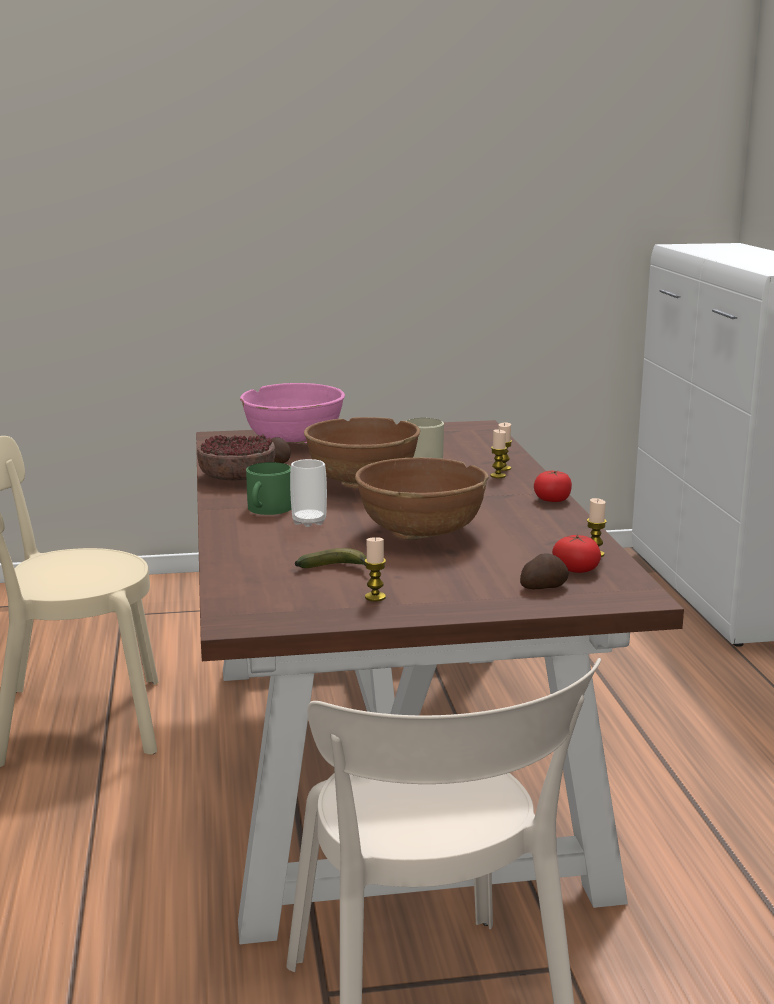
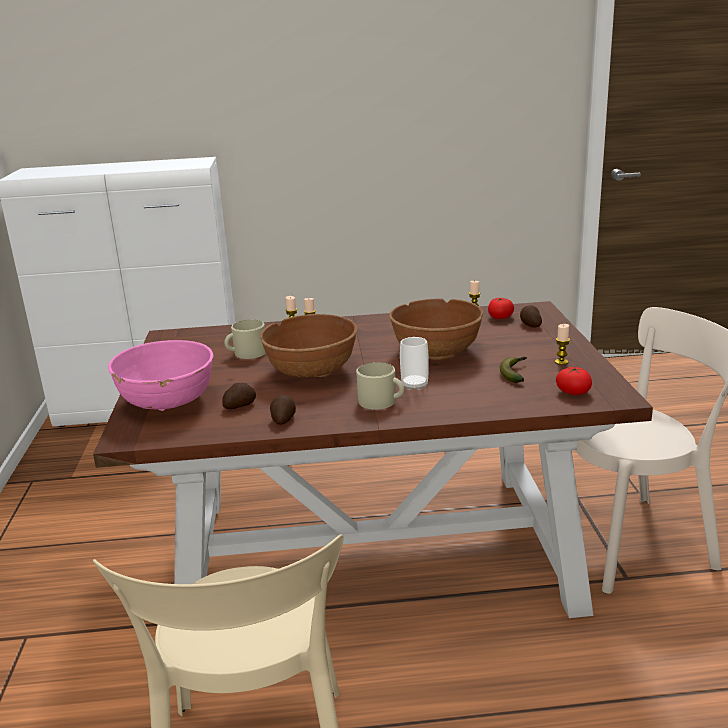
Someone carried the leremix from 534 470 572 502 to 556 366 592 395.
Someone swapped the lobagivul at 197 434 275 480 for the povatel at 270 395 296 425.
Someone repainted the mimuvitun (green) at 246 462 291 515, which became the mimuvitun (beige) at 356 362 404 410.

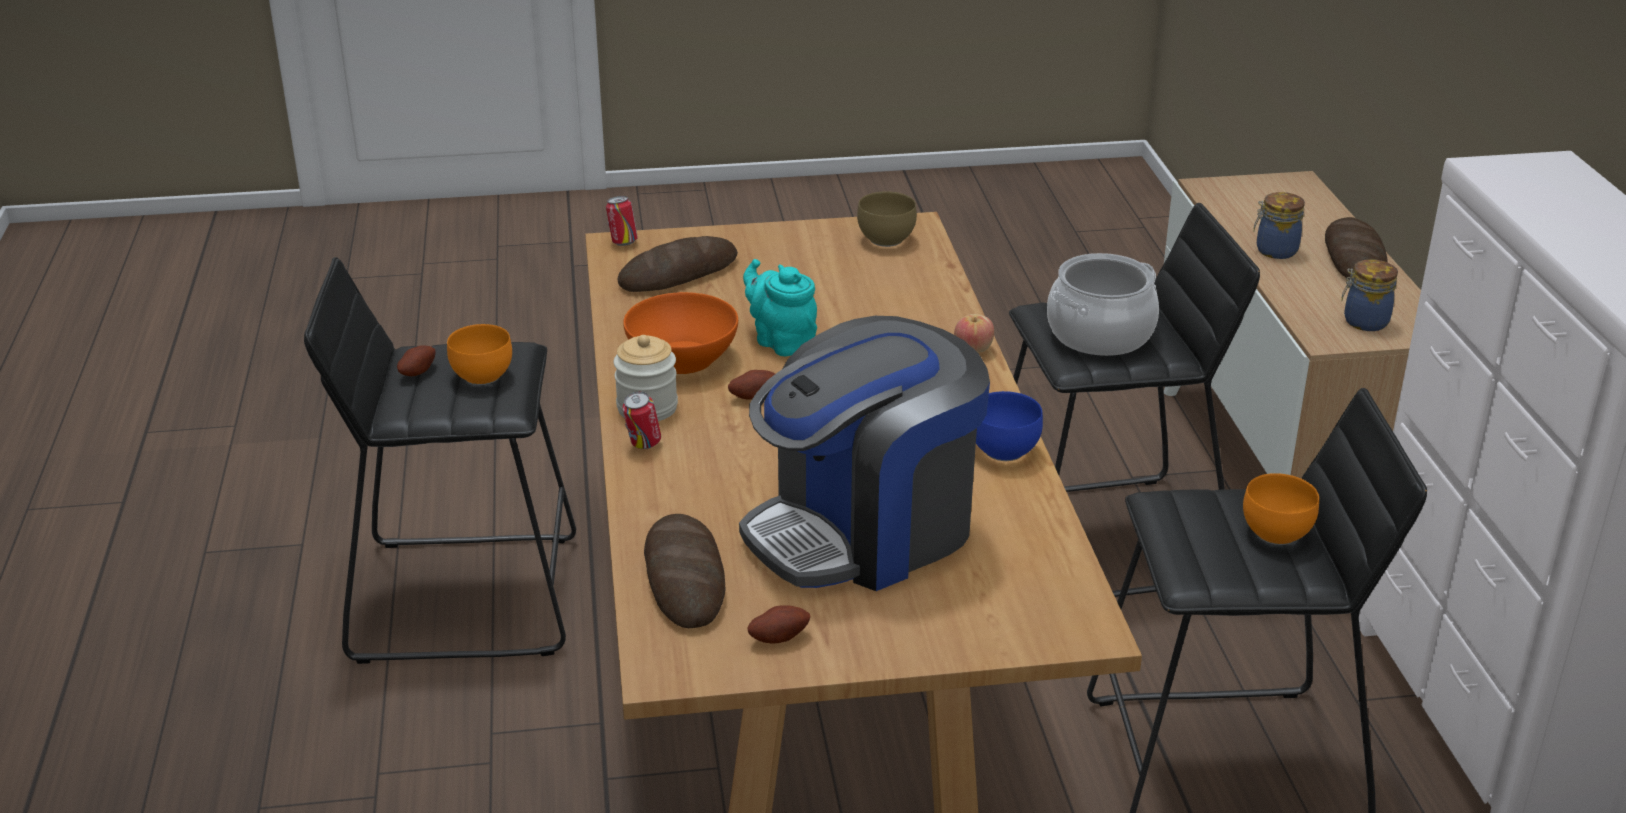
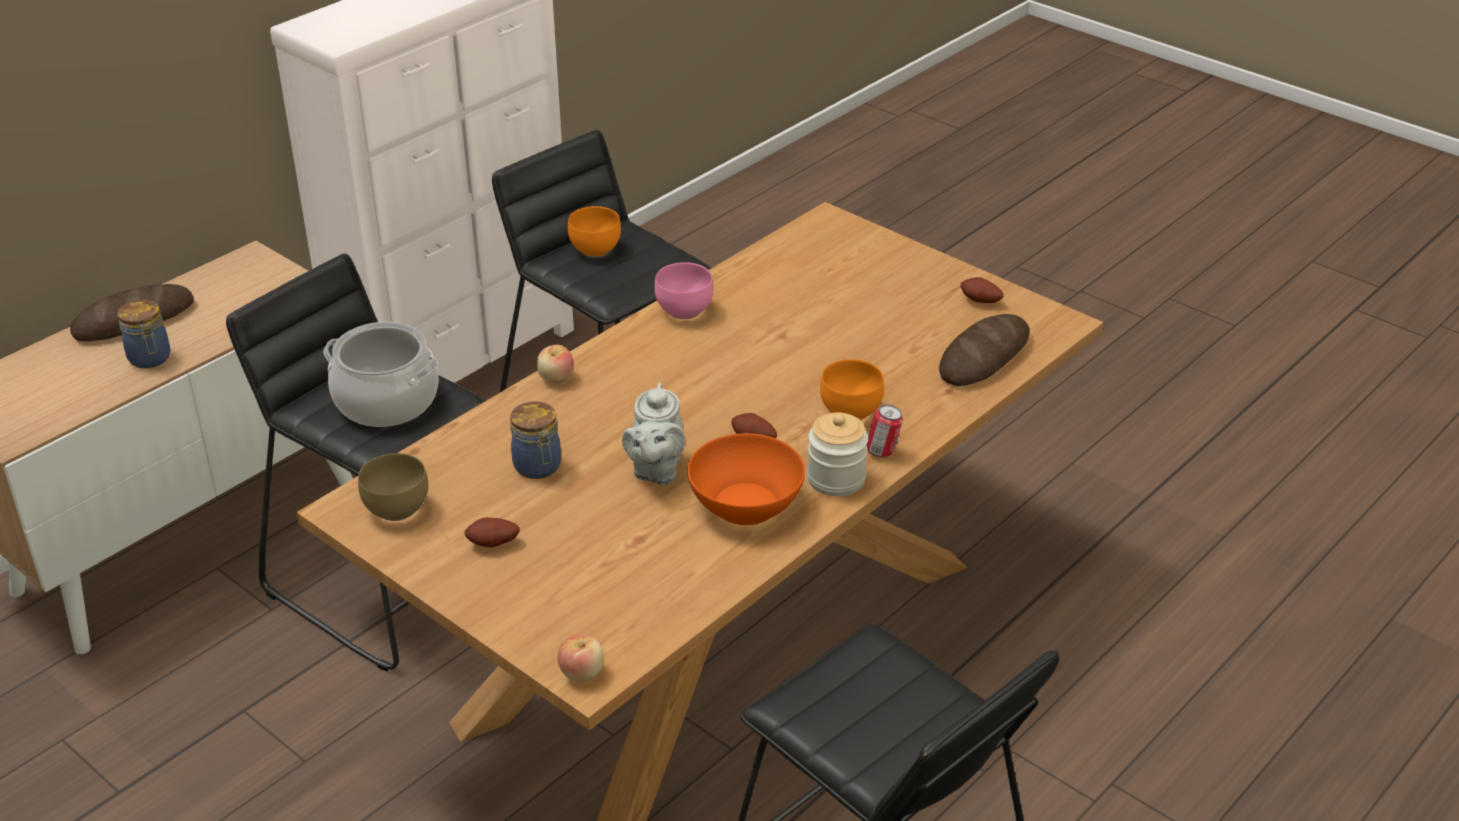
Someone took away the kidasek at 617 236 738 292.
Someone took away the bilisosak at 739 316 990 591.
Someone carried the povatel from 397 345 435 376 to 464 517 520 547.
Someone carried the lobagivul (orange) from 447 324 512 385 to 820 359 884 420.
Someone carried the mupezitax from 1341 259 1398 331 to 510 402 561 479.
Someone swapped the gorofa at 606 196 638 246 for the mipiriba at 558 635 604 682.
Someone repainted the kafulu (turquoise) at 743 259 817 356, which became the kafulu (grey) at 622 383 685 485.
Someone repainted the lobagivul (blue) at 976 391 1043 461, which became the lobagivul (pink) at 655 262 714 319.

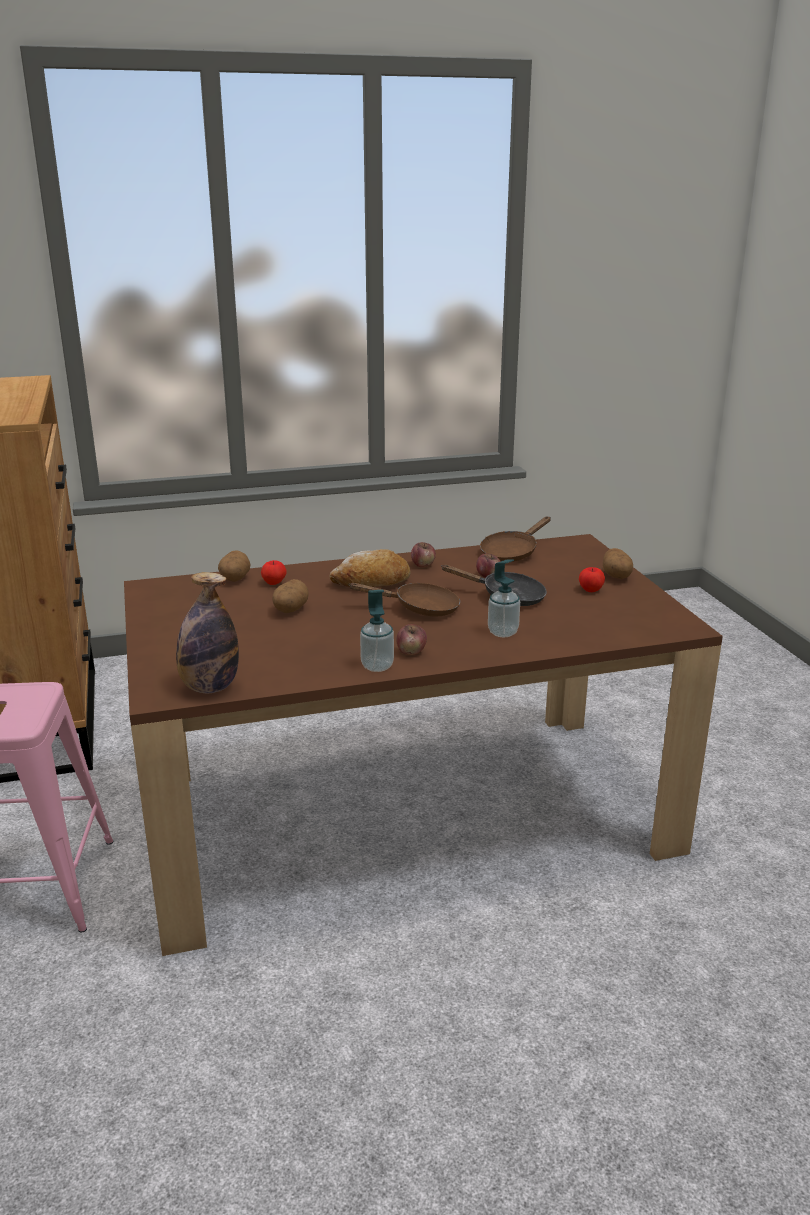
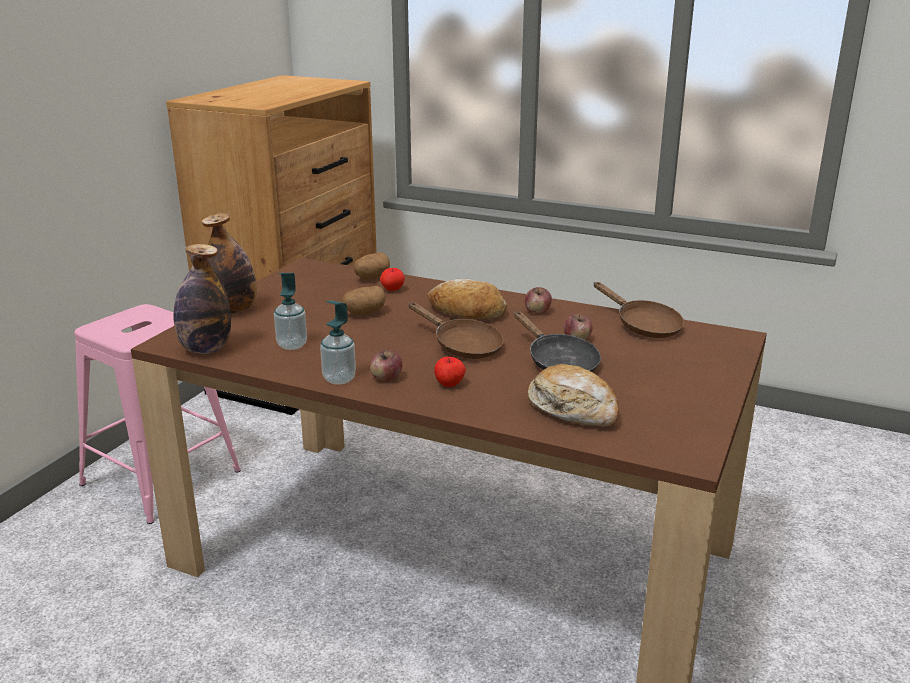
Someone took away the povatel at 603 548 633 579.
Someone put down the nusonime at 202 213 257 314.
Someone put down the kidasek at 528 364 619 426.
Someone carried the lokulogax from 488 559 520 637 to 274 273 307 350.
Someone carried the mipiriba from 579 567 605 592 to 434 357 466 387.
Someone rotated the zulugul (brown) at 480 517 551 562 by 120 degrees counterclockwise.

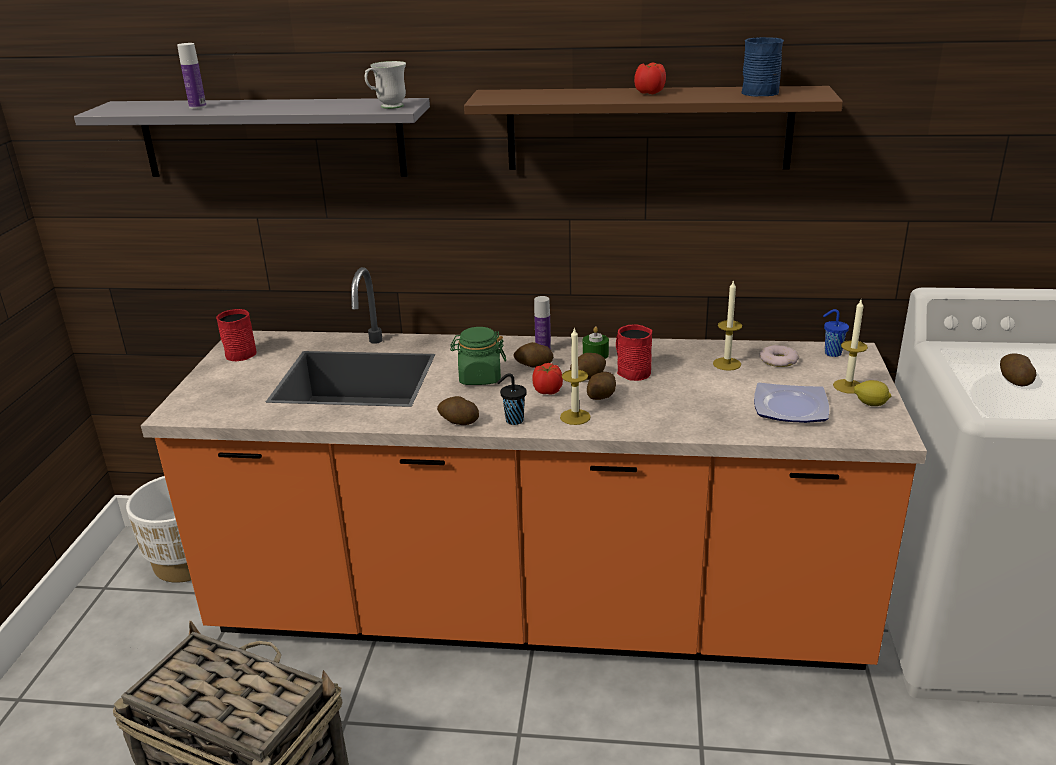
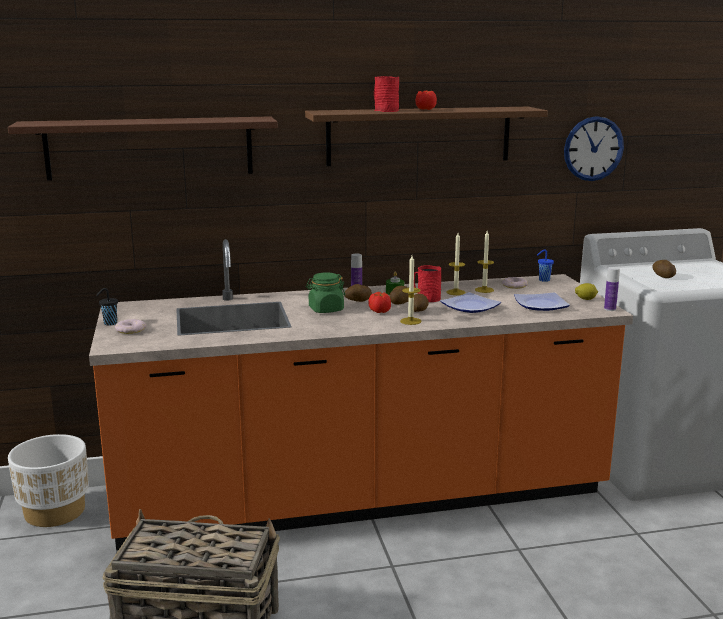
Someone took away the mimuvitun (white) at 365 61 406 109.
Someone took away the povatel at 437 396 479 425.
Someone took away the mimuvitun (blue) at 741 37 784 96.
Someone put down the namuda at 115 319 146 334.
Someone put down the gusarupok at 440 292 501 313.
Someone put up the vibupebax at 564 116 624 181.
Someone carried the nusonime from 177 43 207 109 to 604 267 620 311.
Someone carried the mimuvitun (red) from 216 309 256 361 to 374 76 399 112.
Someone carried the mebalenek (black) from 497 373 527 425 to 96 288 118 326.
Someone carried the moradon from 833 300 868 394 to 446 233 466 295.
Someone repainted the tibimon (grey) at 74 98 430 177, which became the tibimon (brown) at 8 116 278 181.

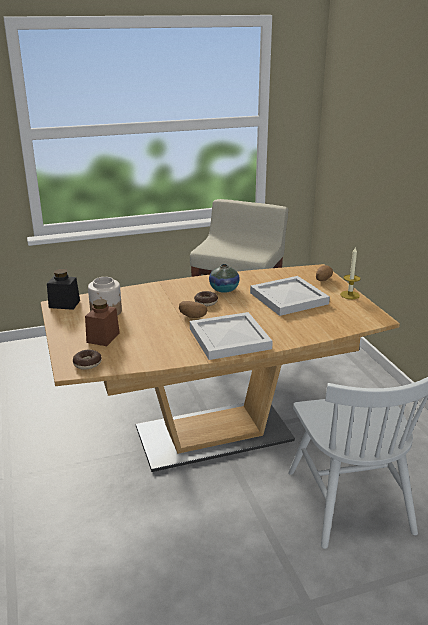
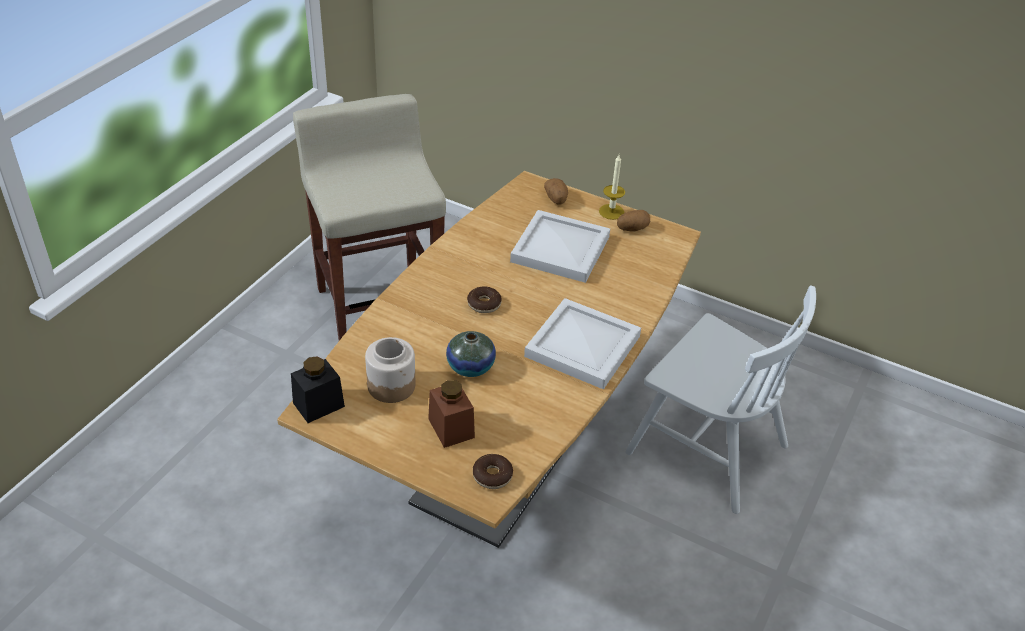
Someone carried the povatel from 179 301 207 318 to 617 210 650 232.
Someone carried the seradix from 209 264 240 293 to 446 331 496 377.

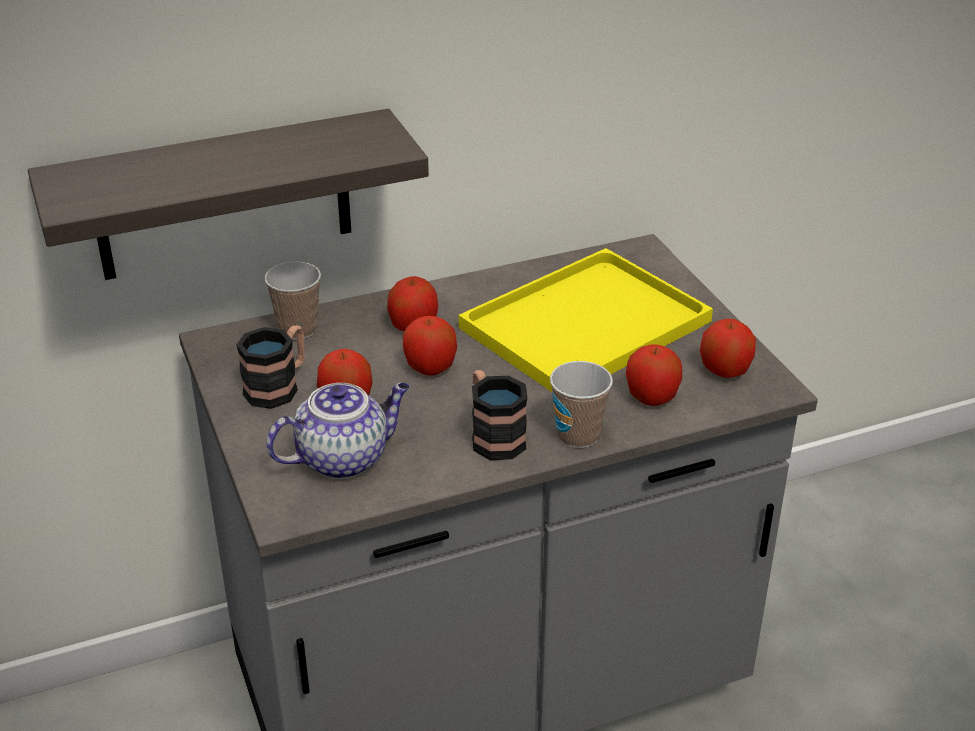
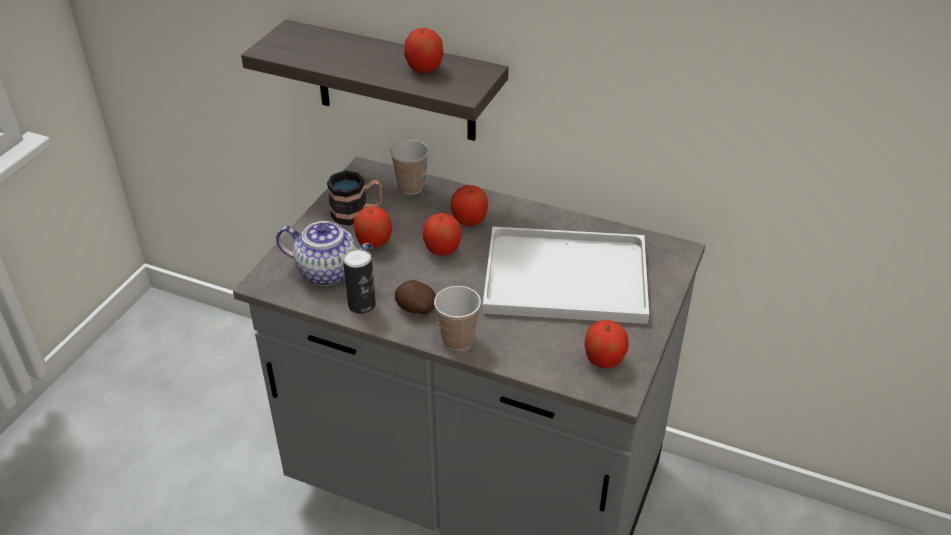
Someone put down the gorofa at 343 248 376 314.
Someone carried the mipiriba from 626 345 682 406 to 404 28 444 74.
Someone swapped the mimuvitun at 472 370 528 460 for the povatel at 395 280 436 315.
Someone repainted the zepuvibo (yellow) at 459 248 713 392, which became the zepuvibo (white) at 483 227 649 324.

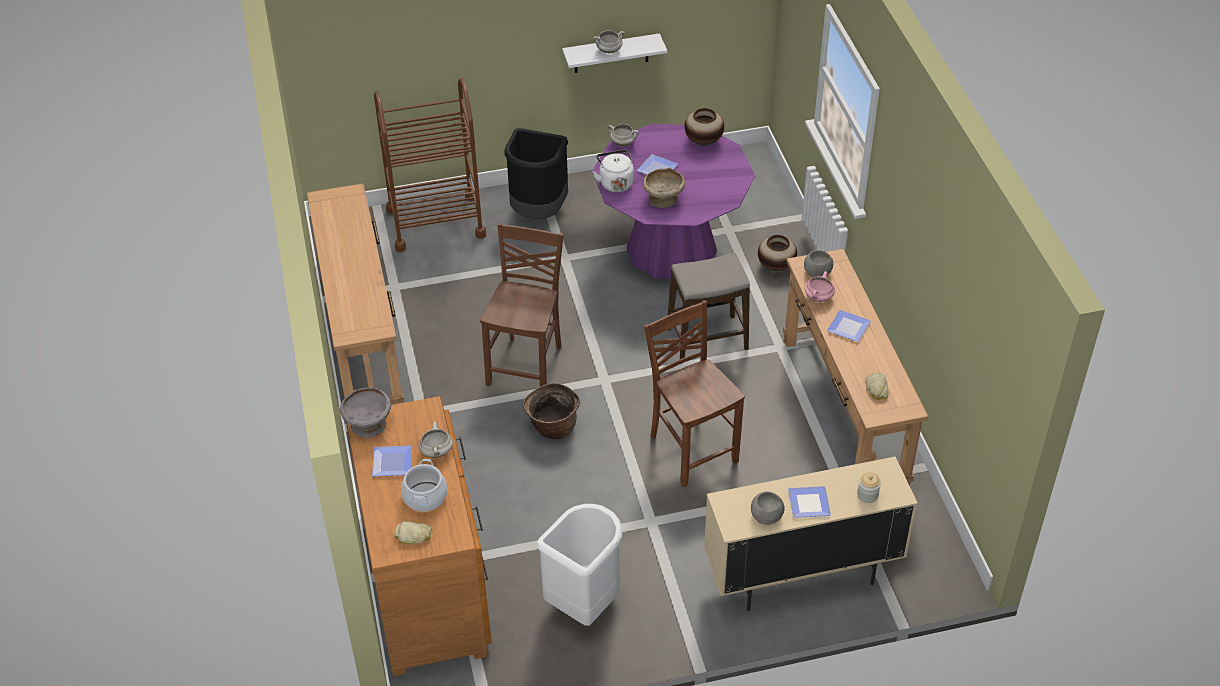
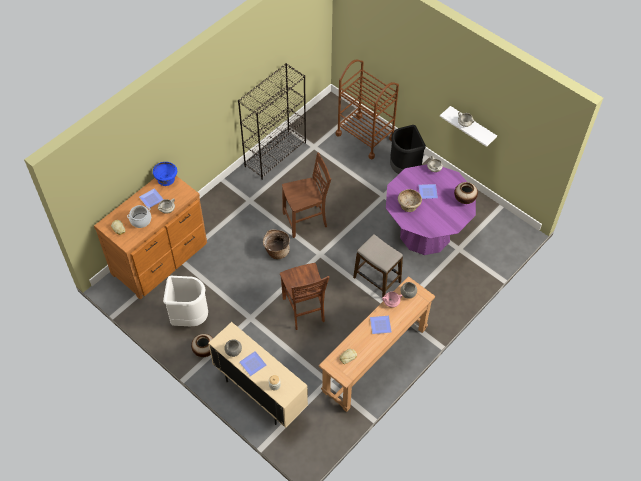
Someone took away the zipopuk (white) at 593 149 634 192.
Someone carried the seradix from 758 235 797 271 to 191 334 213 357.
Someone swapped the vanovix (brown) at 307 183 404 405 for the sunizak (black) at 238 63 306 180.
Someone repainted the lobagivul (grey) at 340 388 391 438, which became the lobagivul (blue) at 153 162 177 186.
Someone rotated the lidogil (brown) at 644 300 745 487 by 135 degrees clockwise.

